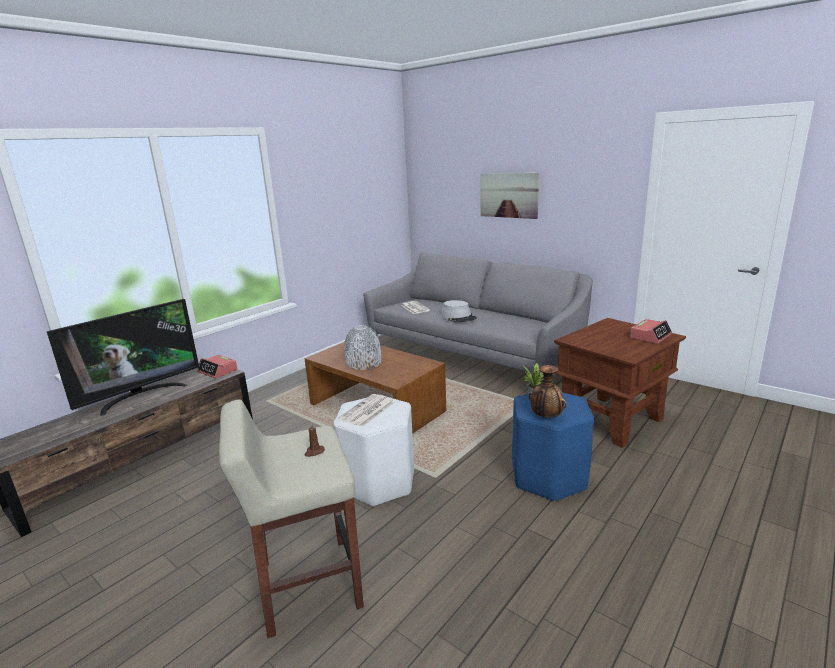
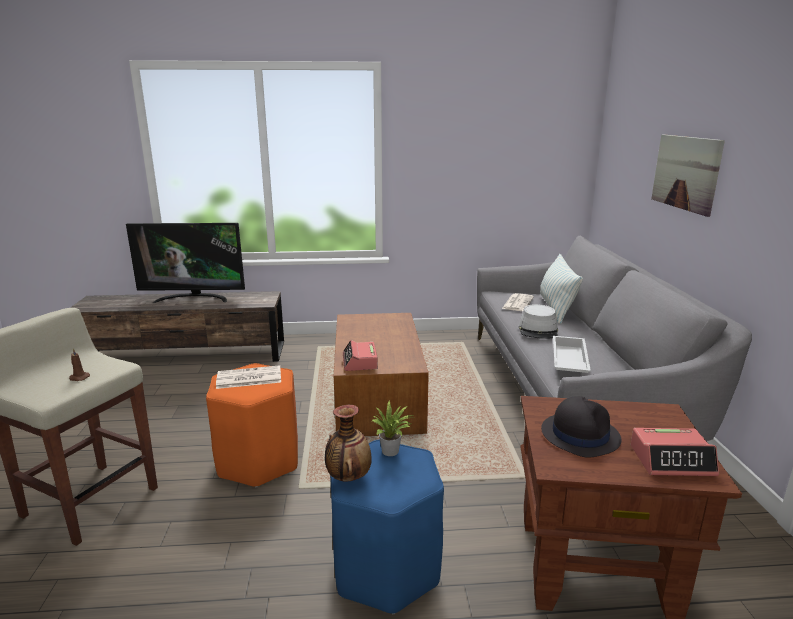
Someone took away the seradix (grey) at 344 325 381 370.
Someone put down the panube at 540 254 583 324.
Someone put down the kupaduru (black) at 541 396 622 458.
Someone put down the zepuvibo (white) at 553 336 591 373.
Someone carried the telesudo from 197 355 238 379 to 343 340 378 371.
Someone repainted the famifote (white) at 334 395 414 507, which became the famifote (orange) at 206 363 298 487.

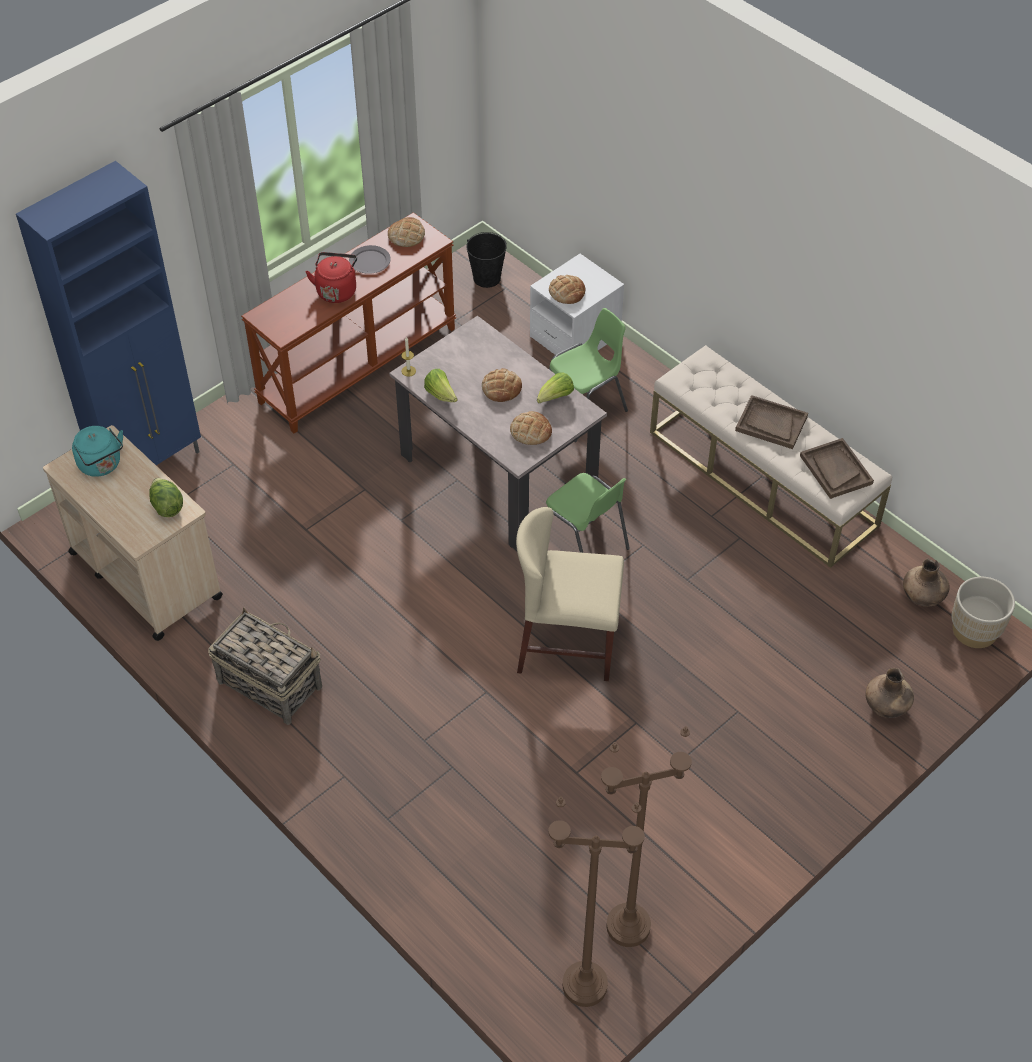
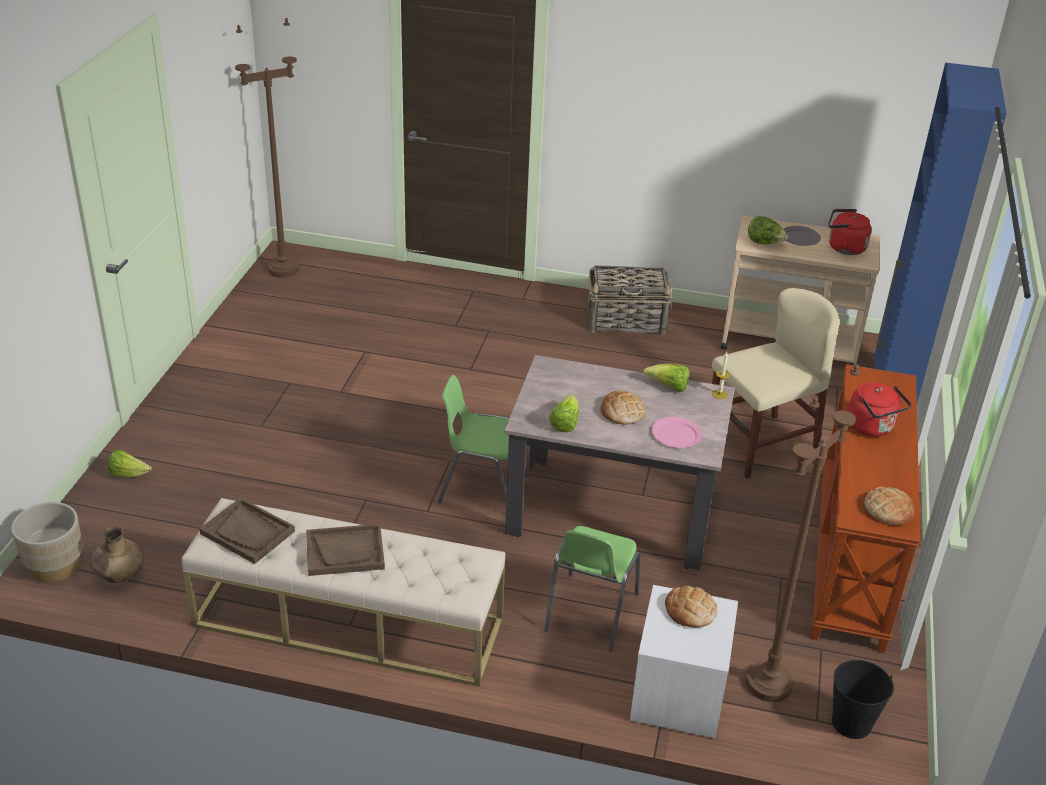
Someone took away the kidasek at 510 411 552 445.
Someone put down the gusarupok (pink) at 652 417 702 448.
Someone carried the gusarupok (grey) from 349 245 391 274 to 783 226 821 246.
Someone carried the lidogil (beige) from 516 507 624 681 to 712 288 839 479.
Someone carried the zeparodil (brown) from 601 726 692 947 to 746 364 860 702.
Someone swapped the seradix (brown) at 865 668 914 718 for the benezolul at 108 450 152 477.
Someone repainted the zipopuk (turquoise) at 72 426 123 477, which became the zipopuk (red) at 829 209 872 255.

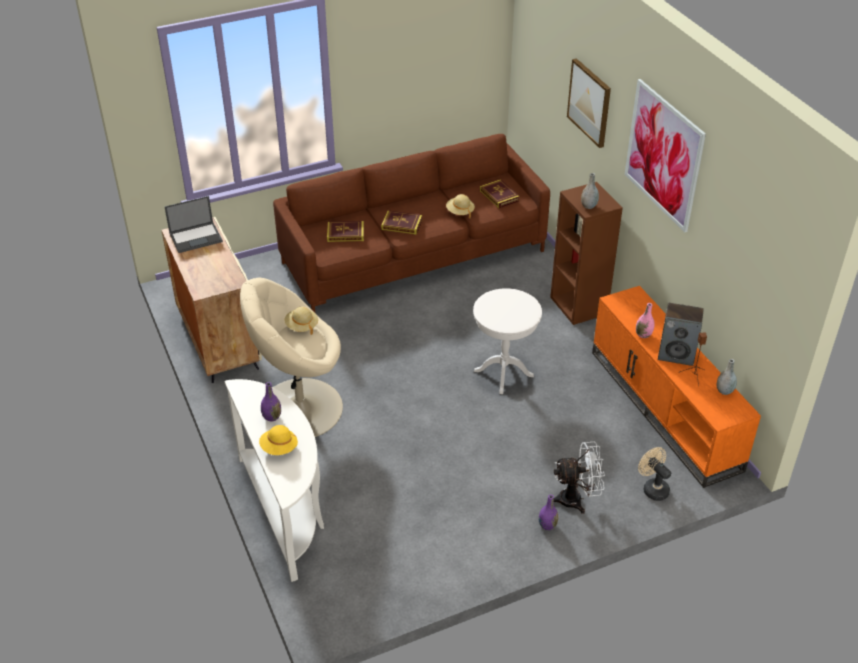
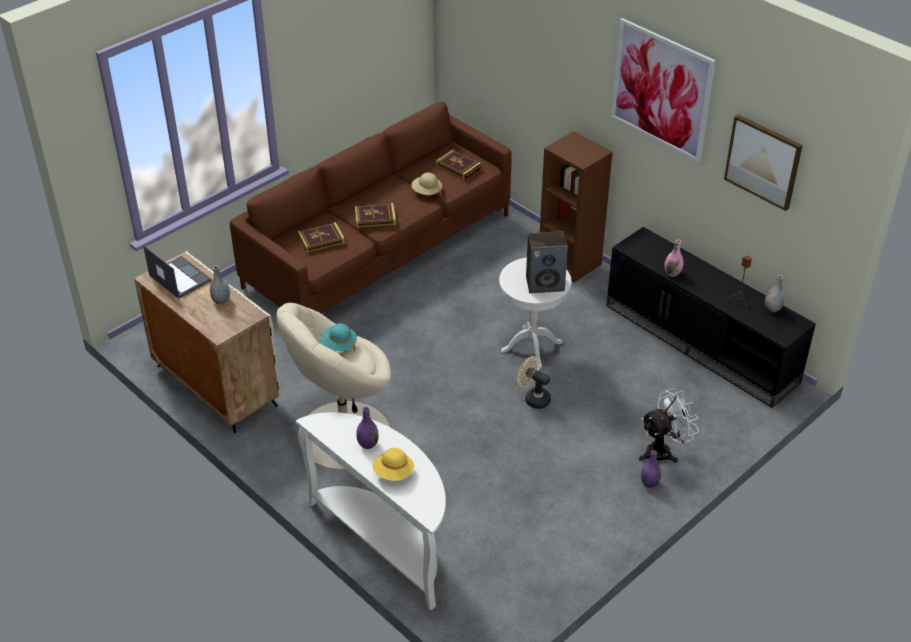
Someone carried the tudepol from 567 58 611 148 to 724 114 803 211.
Someone carried the seradix (grey) from 581 173 599 209 to 210 266 230 304.
Someone carried the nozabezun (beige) from 638 447 671 501 to 517 356 551 409.
Someone carried the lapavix from 658 303 704 366 to 526 231 568 293.
Someone repainted the kupaduru (beige) at 284 306 318 335, which became the kupaduru (turquoise) at 320 323 357 351.
Someone repainted the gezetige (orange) at 592 286 761 488, which became the gezetige (black) at 606 227 816 408.
Someone rotated the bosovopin at 165 196 223 253 by 90 degrees counterclockwise.

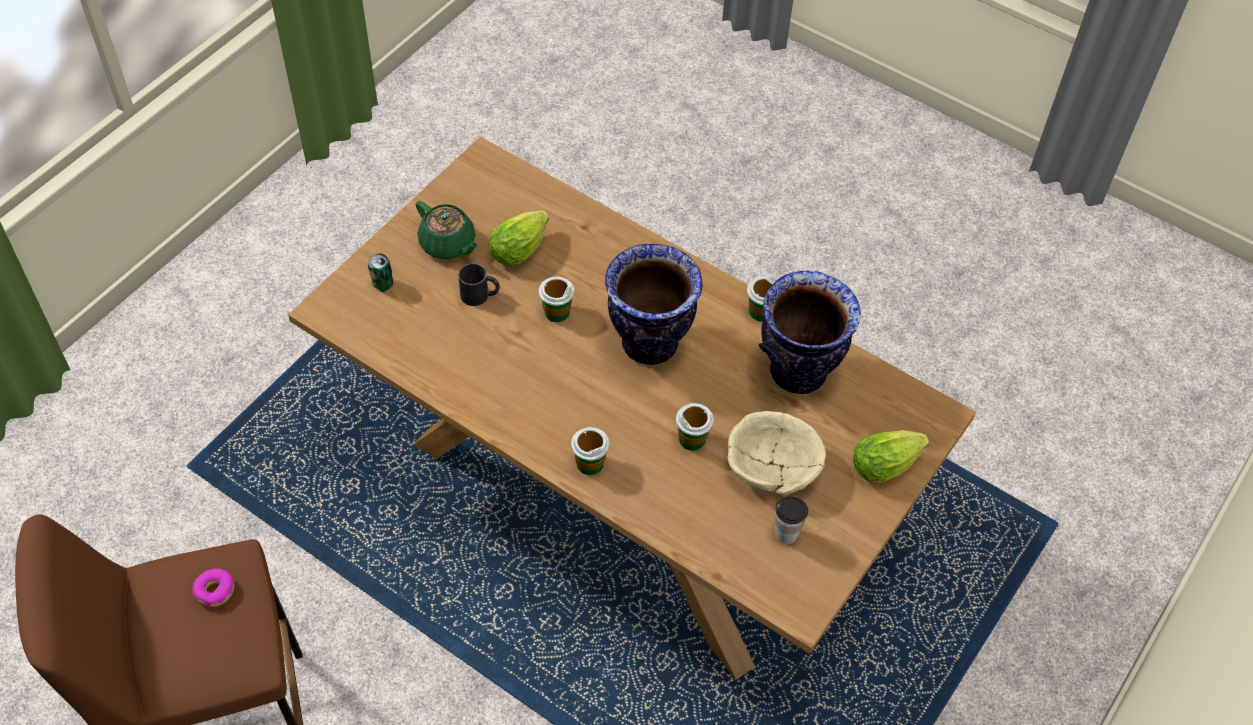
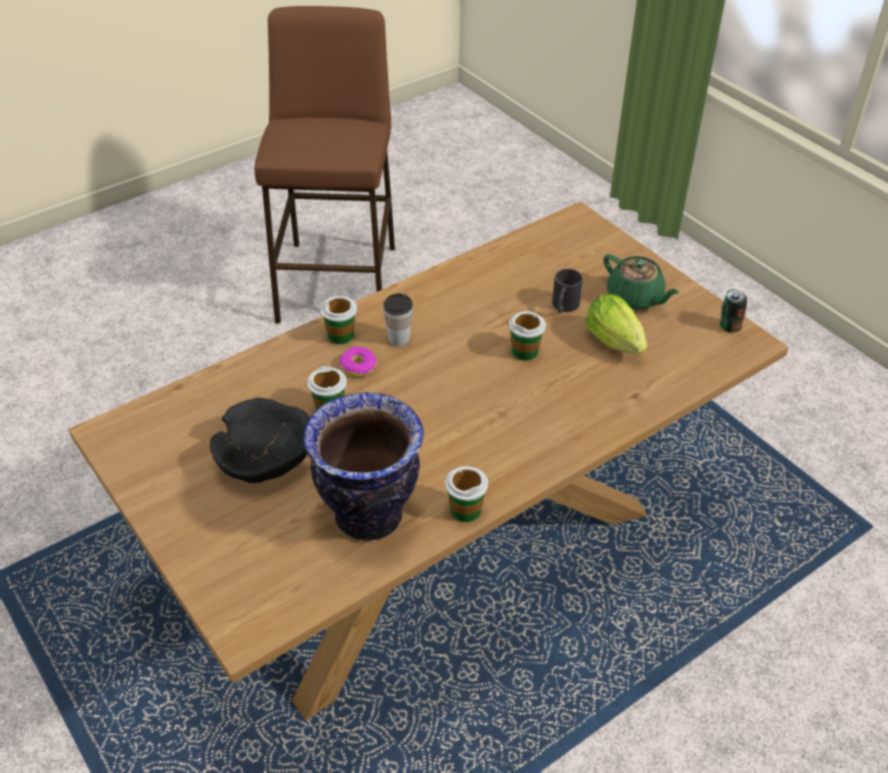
Someone took away the seradix at 605 244 702 365.
Someone took away the benezolul at 853 430 929 482.
Someone carried the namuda from 192 568 234 607 to 340 347 377 377.
Someone carried the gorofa from 368 253 393 292 to 720 289 747 333.
Someone carried the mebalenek from 775 496 808 544 to 383 293 413 346.
Someone repainted the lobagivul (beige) at 728 411 826 494, which became the lobagivul (black) at 210 398 310 483.
Someone rotated the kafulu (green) at 416 201 479 259 by 105 degrees counterclockwise.

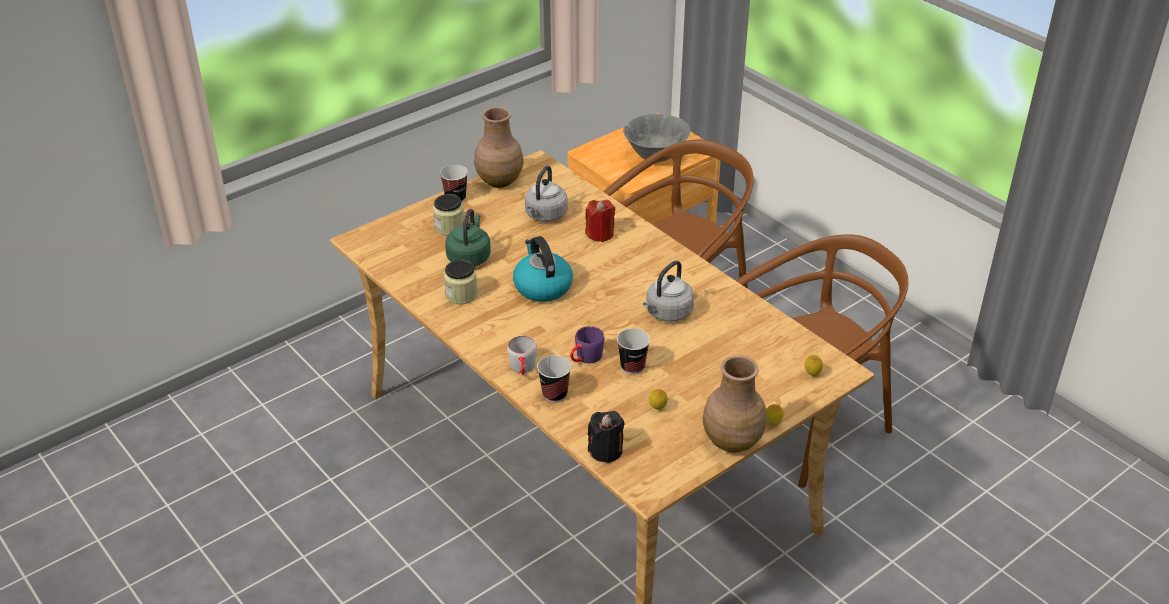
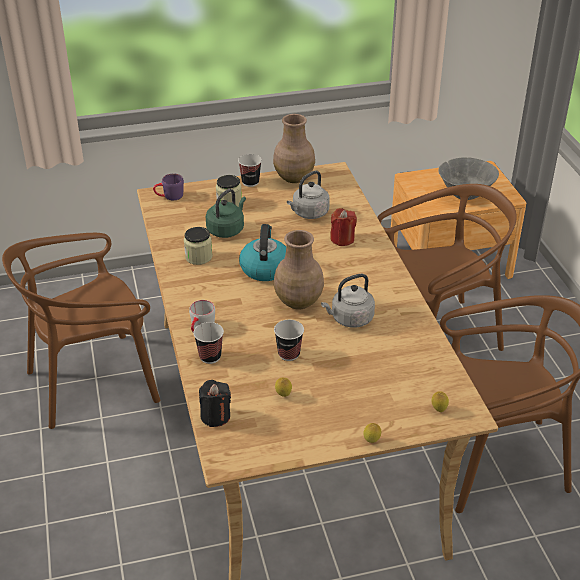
Someone put down the lidogil (brown) at 2 233 160 429.
Someone carried the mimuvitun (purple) from 570 326 605 363 to 153 174 184 200.
Someone carried the seradix (brown) from 702 355 767 453 to 274 230 324 310.

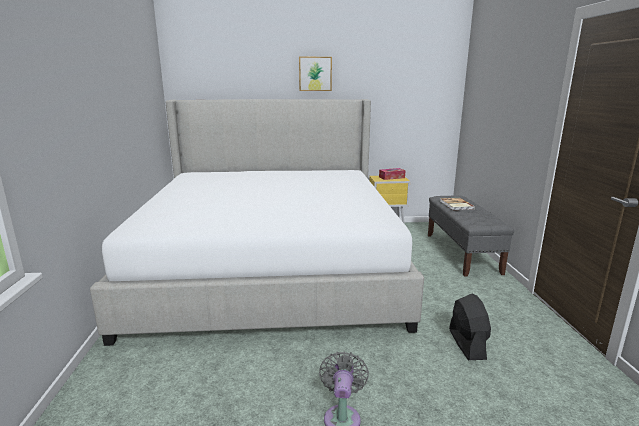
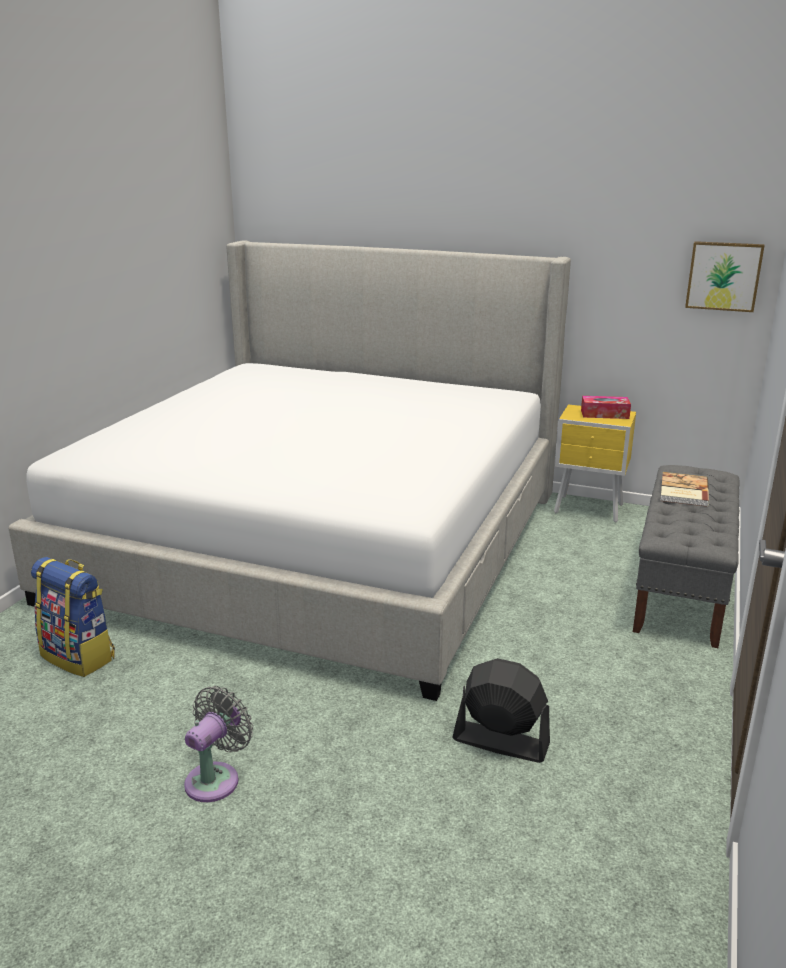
Someone put down the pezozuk at 31 557 115 677.
Someone carried the tudepol from 299 57 332 91 to 685 241 765 312.
Someone rotated the nozabezun (black) at 449 294 491 360 by 90 degrees counterclockwise.

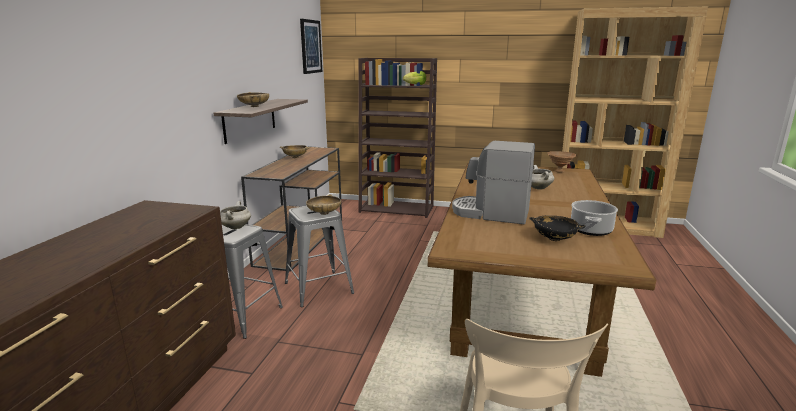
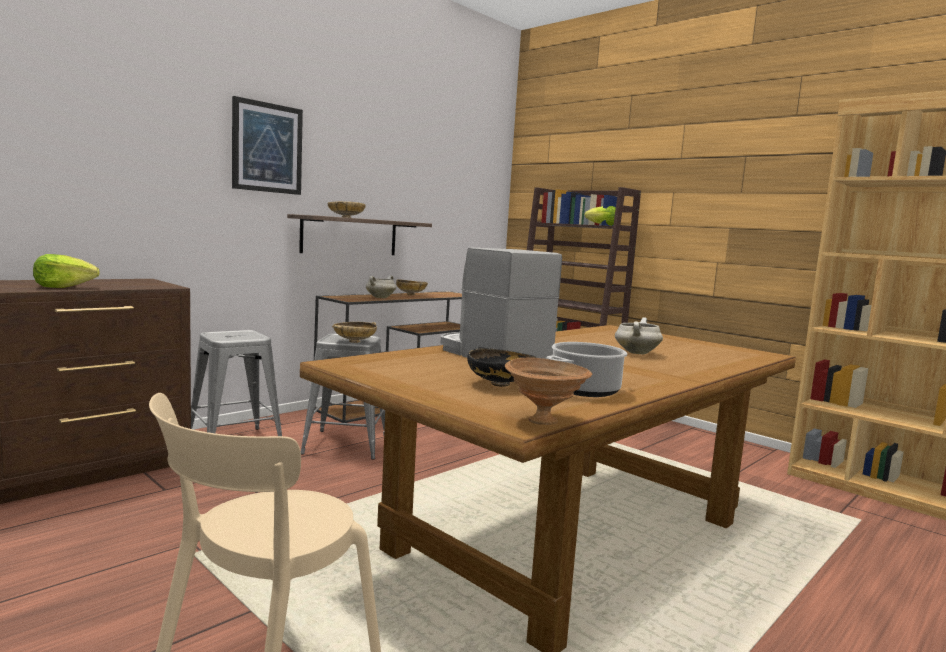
Someone put down the benezolul at 33 254 100 288.
Someone carried the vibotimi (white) from 220 201 251 229 to 366 276 396 298.
Someone carried the tudepol from 300 19 322 74 to 232 96 303 195.
Someone carried the lobagivul (brown) from 547 151 577 172 to 505 358 592 425.

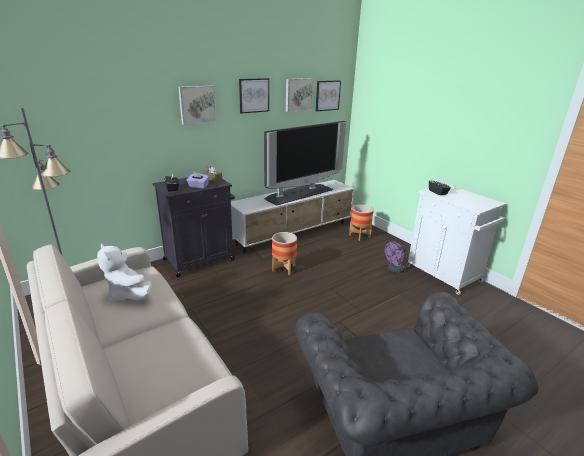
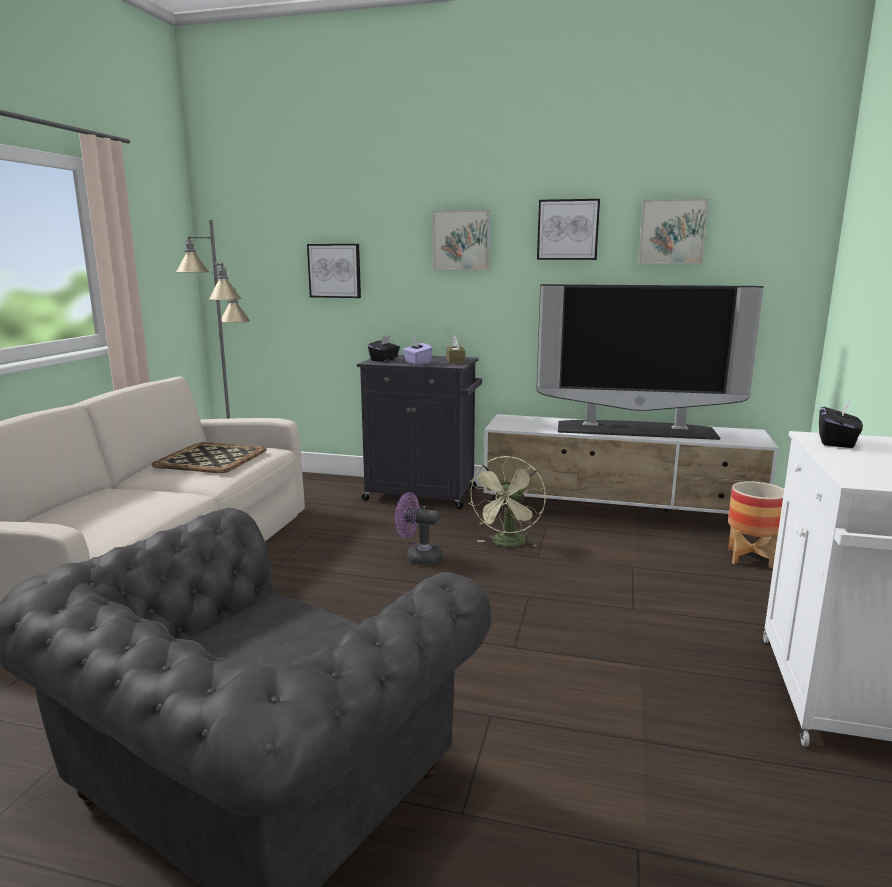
Someone carried the tudepol from 315 80 341 111 to 307 244 361 298.
Someone carried the nozabezun (purple) from 385 242 406 273 to 395 492 442 565.
Someone swapped the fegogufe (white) at 97 244 152 301 for the zepuvibo at 151 442 267 473.
Someone swapped the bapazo at 272 232 297 275 for the nozabezun (green) at 468 456 546 547.

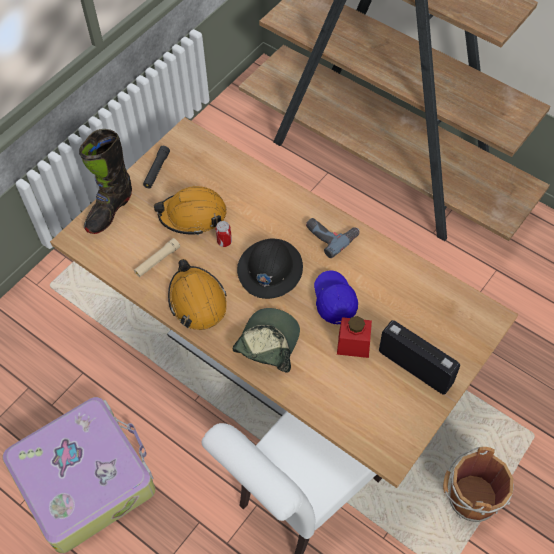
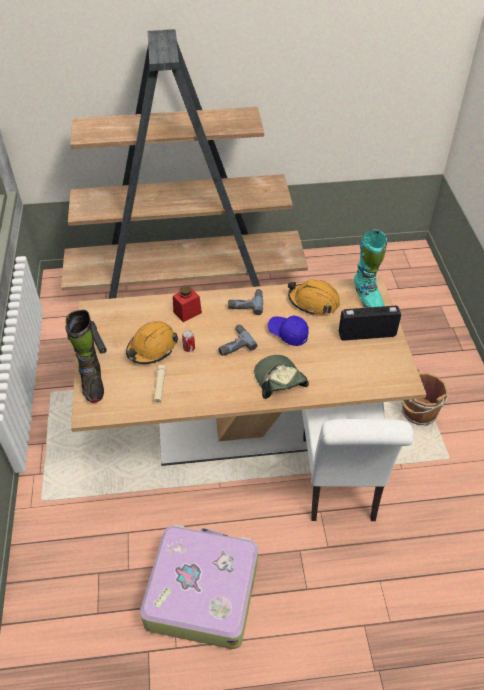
Someone put down the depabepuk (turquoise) at 354 230 387 308.
Someone carried the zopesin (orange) from 168 259 227 330 to 288 279 340 315.
Someone carried the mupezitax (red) from 337 316 372 358 to 173 286 202 322.
Someone swapped the zopesin (black) at 237 239 303 299 for the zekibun at 218 324 258 356.

